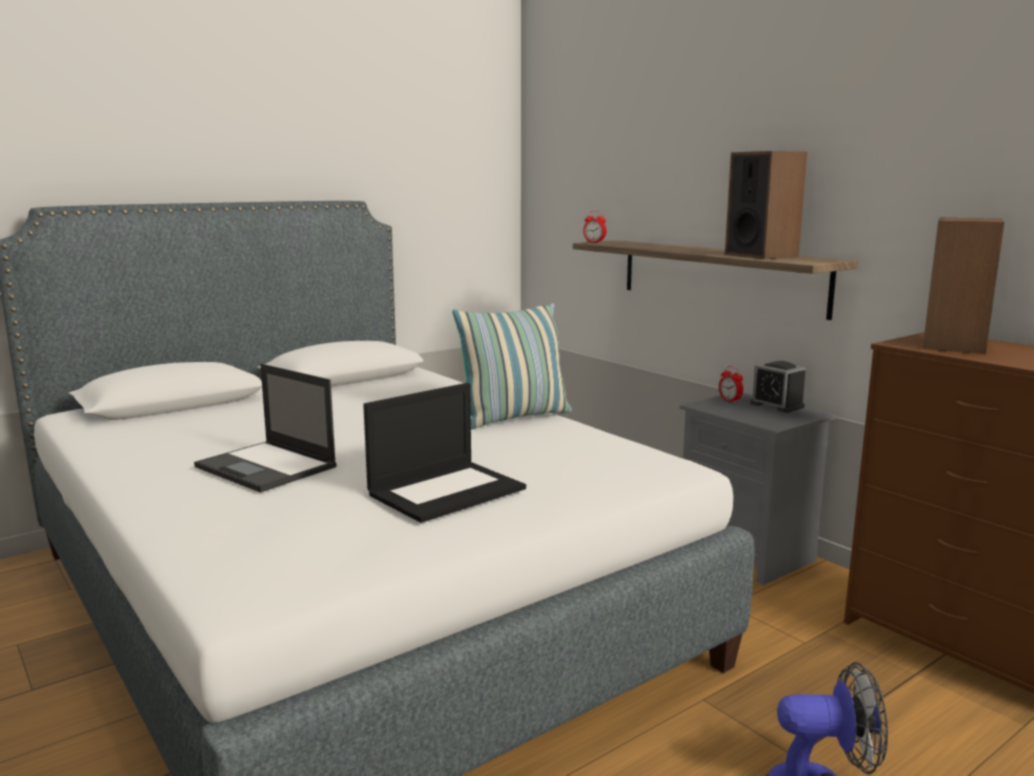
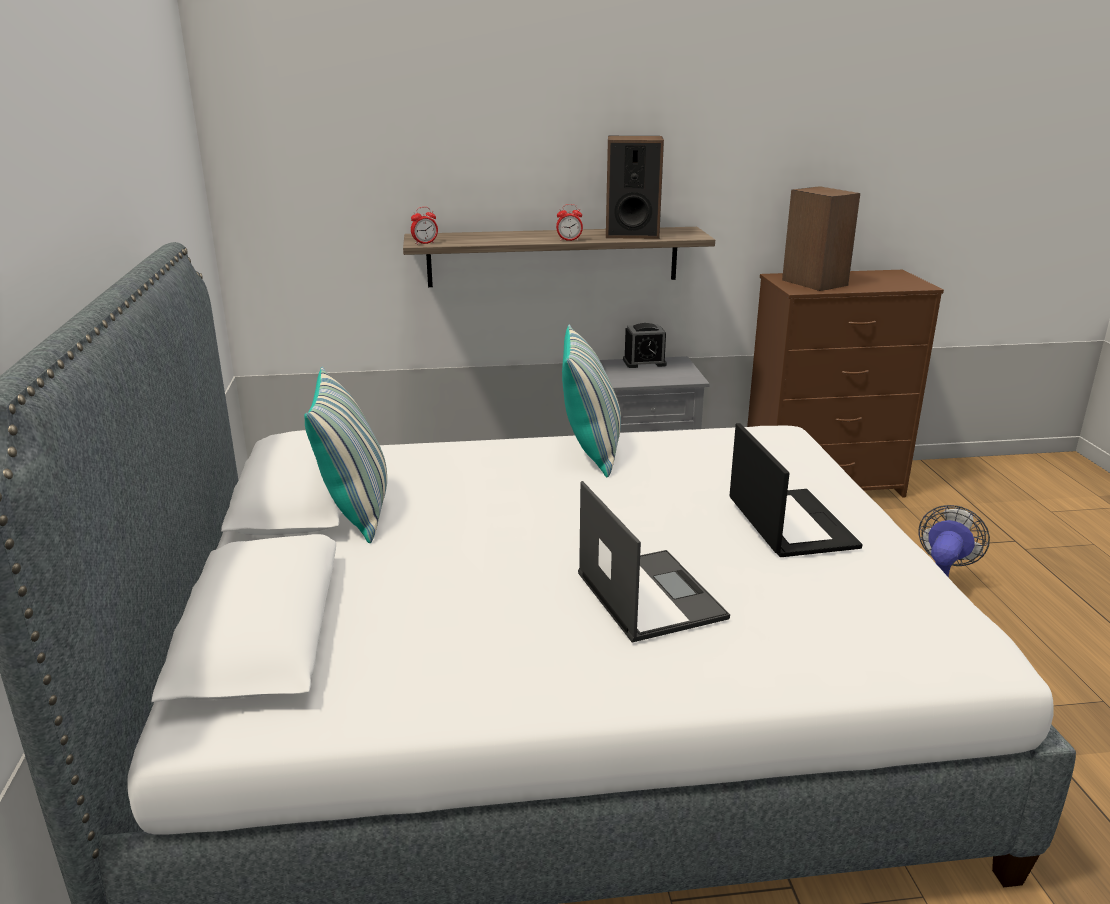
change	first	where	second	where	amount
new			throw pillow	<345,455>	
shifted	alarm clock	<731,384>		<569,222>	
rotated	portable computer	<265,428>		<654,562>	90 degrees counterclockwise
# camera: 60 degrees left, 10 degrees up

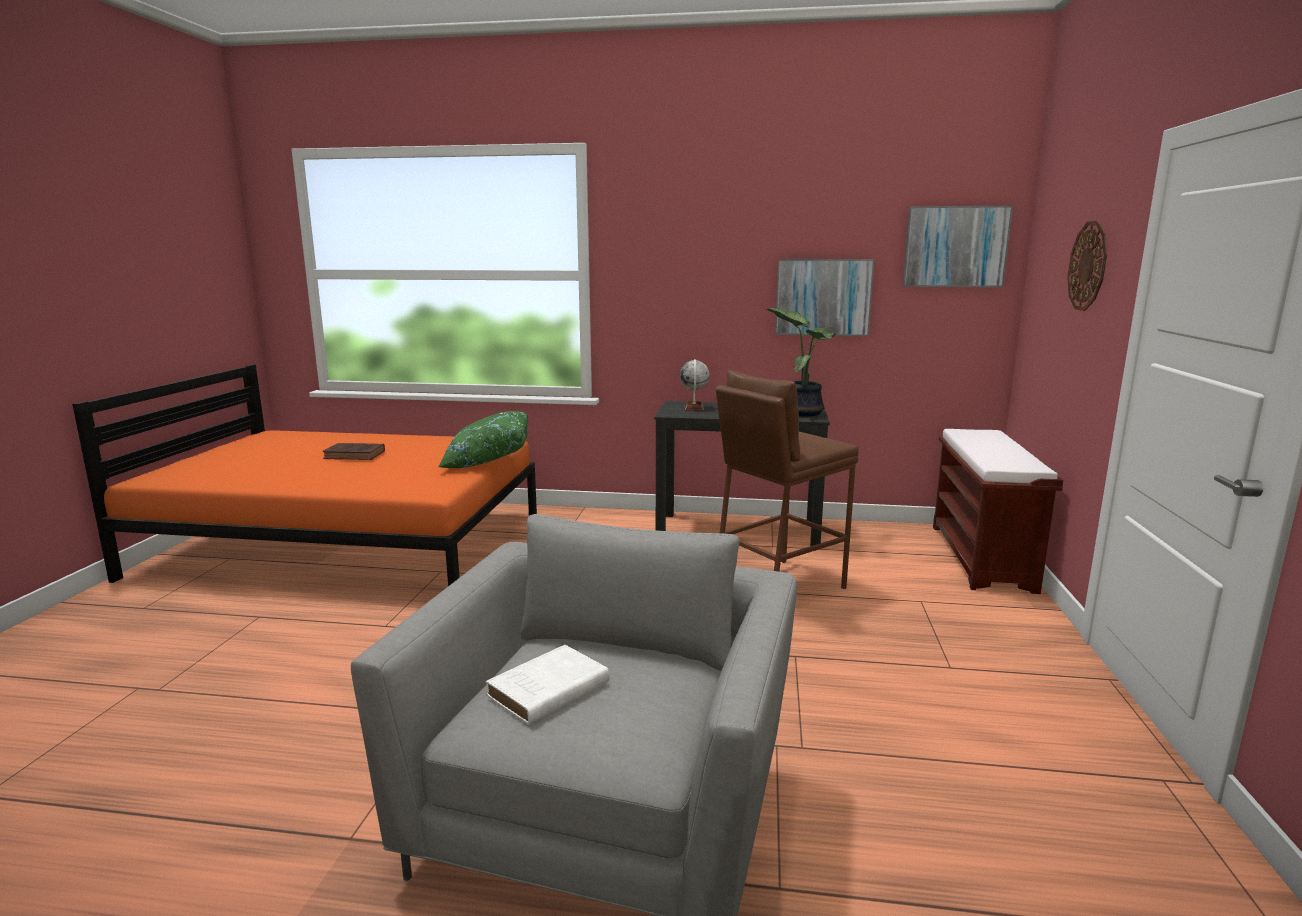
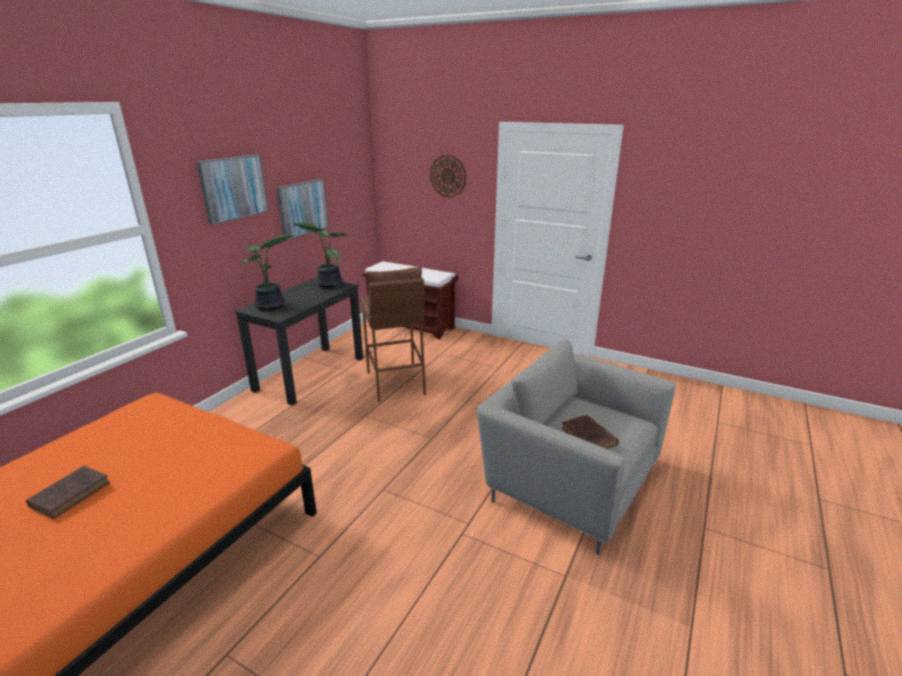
change	first	where	second	where	amount
gone	green throw pillow	<483,439>			
shifted	wall picture	<958,246>		<232,189>	
swapped	world globe	<694,384>	potted plant	<268,273>	
repainted	white bound book	<547,685>	brown bound book	<590,432>	
# camera: 70 degrees left, 10 degrees up

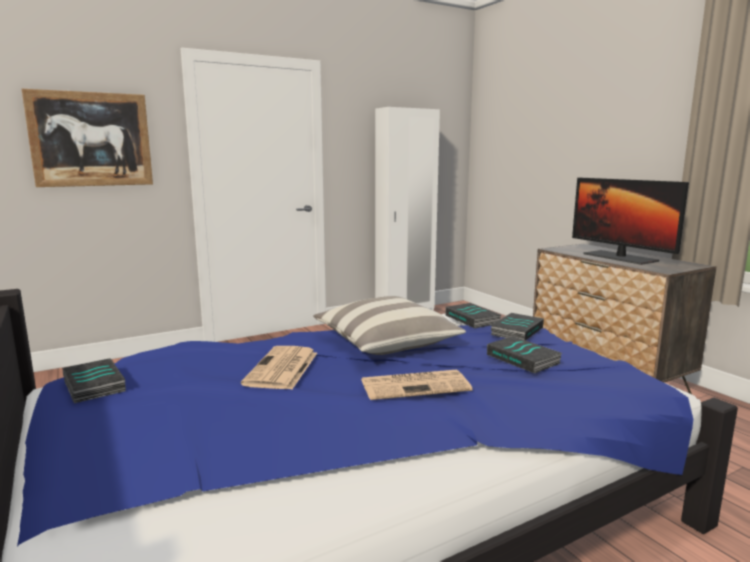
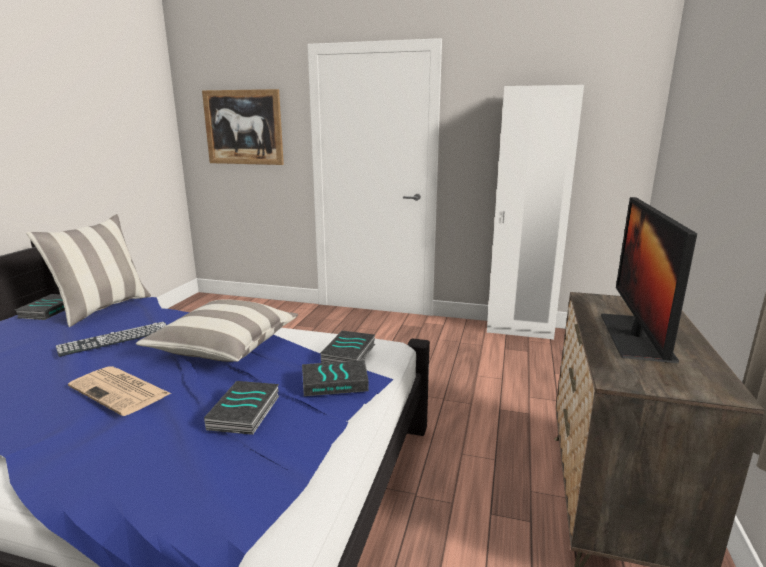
change	first	where	second	where	amount
new			throw pillow	<88,270>	
swapped	newspaper	<279,368>	PC keyboard	<111,339>	
# camera: 45 degrees right, 5 degrees up

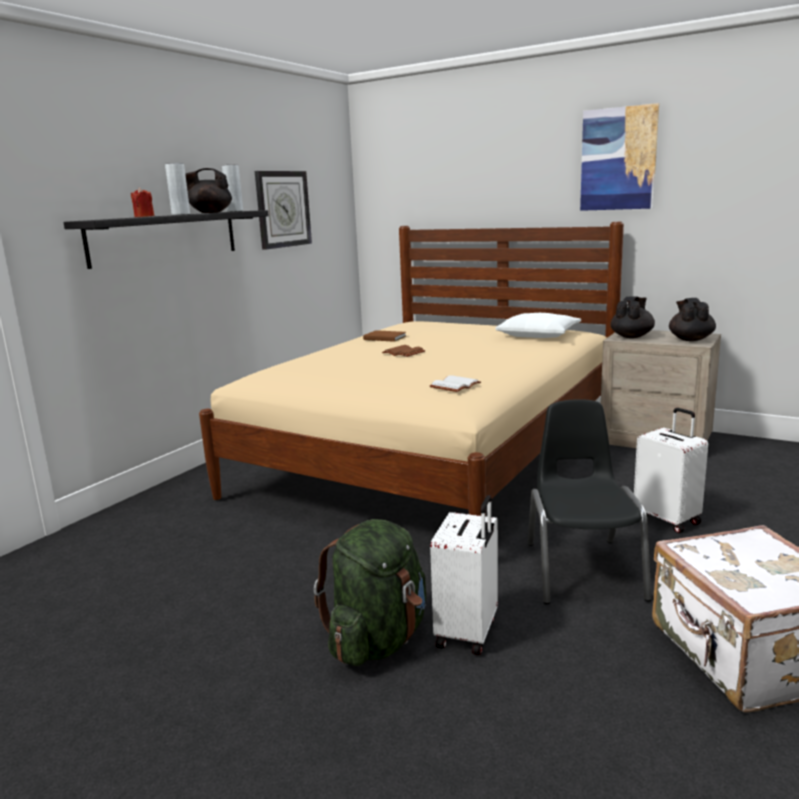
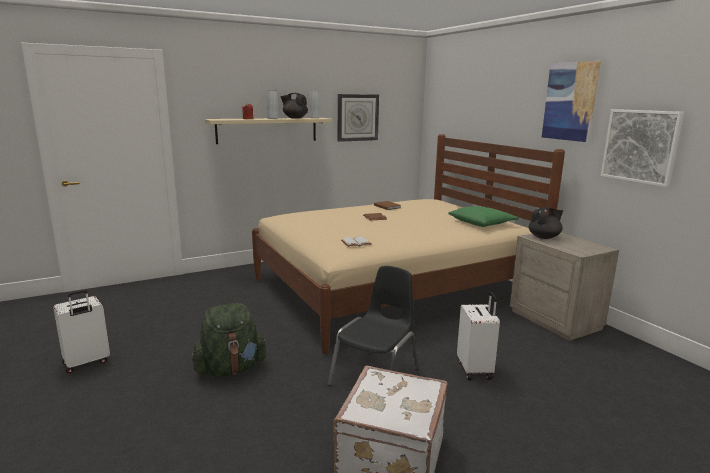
change	first	where	second	where	amount
gone	black-coloured pot for tea	<692,319>			
new			wall picture	<642,148>	
shifted	white suitcase	<464,575>		<81,331>	
repainted	black-coloured shelf	<166,239>	beige shelf	<268,131>	
repainted	white throw pillow	<538,325>	green throw pillow	<483,216>	
# camera: 30 degrees right, 0 degrees up

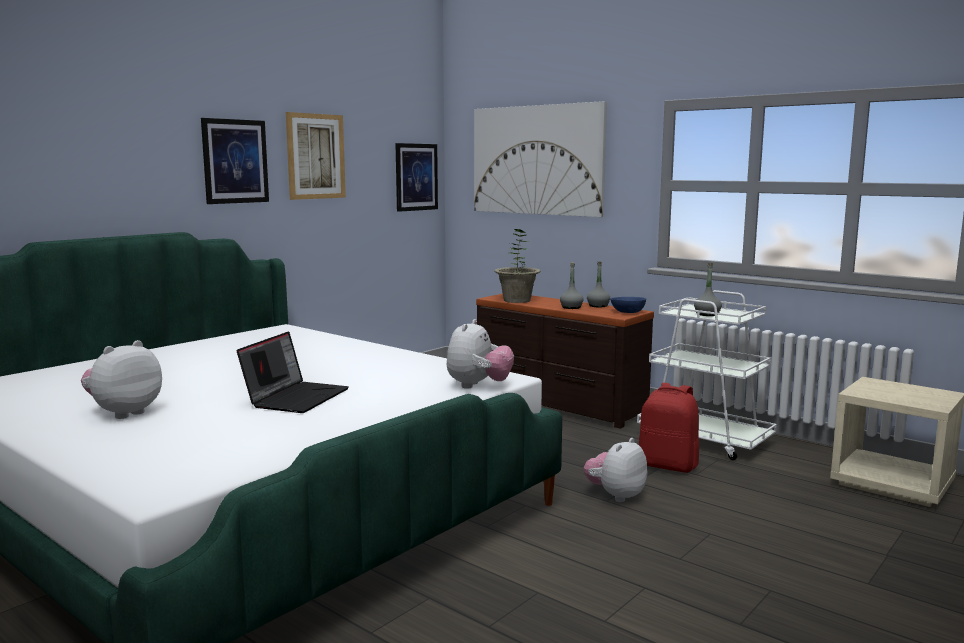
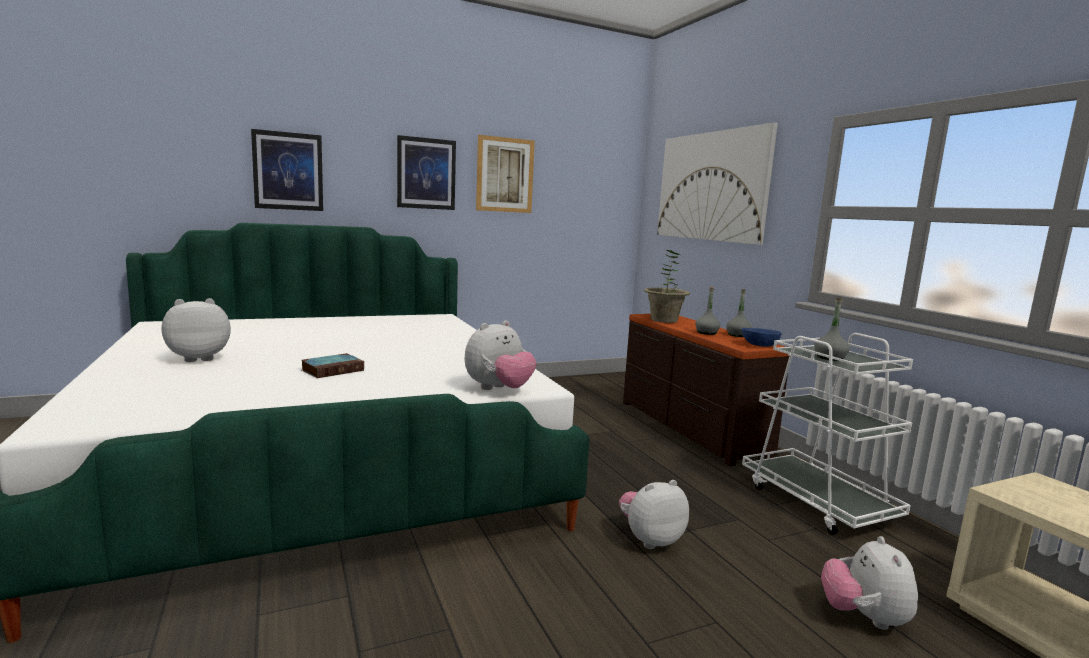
change	first	where	second	where	amount
gone	red-coloured knapsack	<669,428>			
new			plush toy	<869,583>	
shifted	wall picture	<416,177>		<287,170>	
swapped	portable computer	<292,372>	bound book	<333,365>	
# camera: 25 degrees right, 0 degrees up

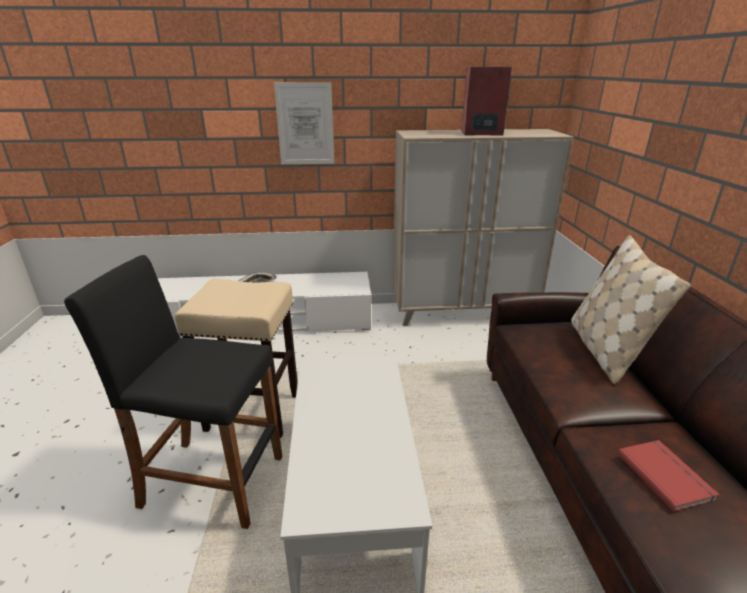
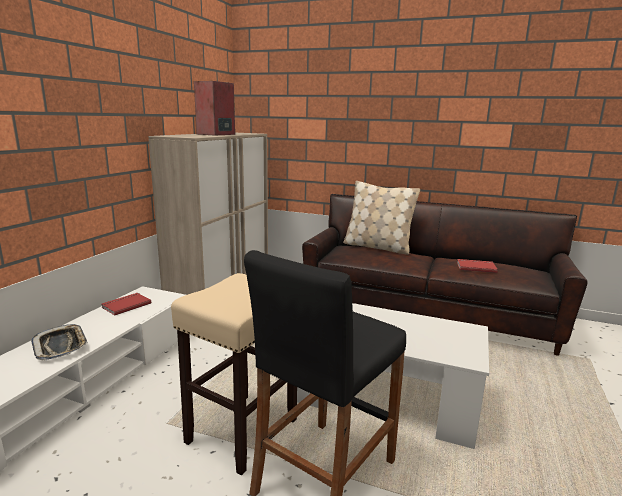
change	first	where	second	where	amount
gone	wall picture	<304,123>			
new			red-coloured bound book	<126,304>	
# camera: 65 degrees left, 10 degrees down

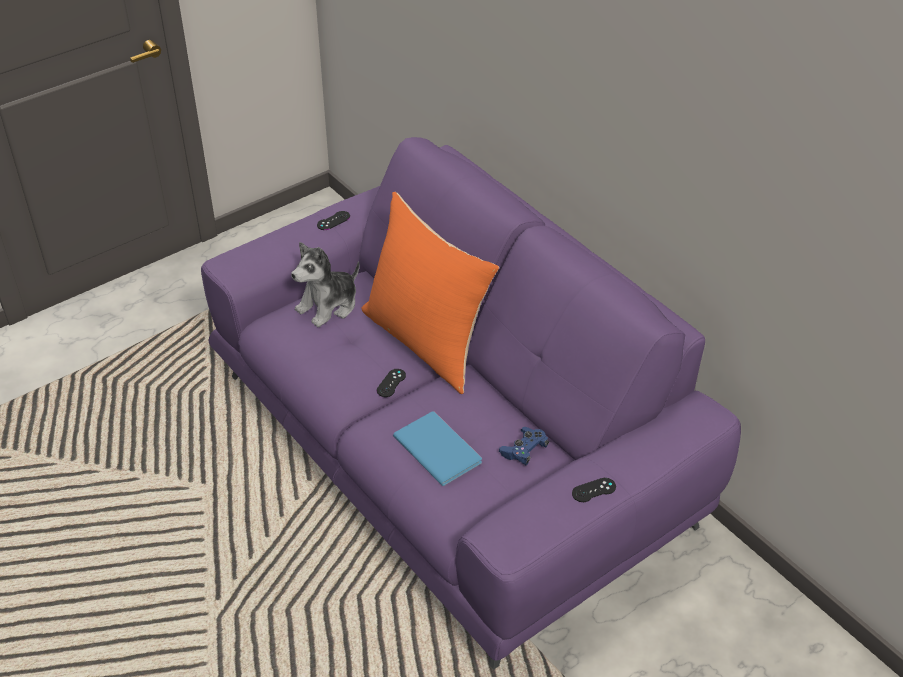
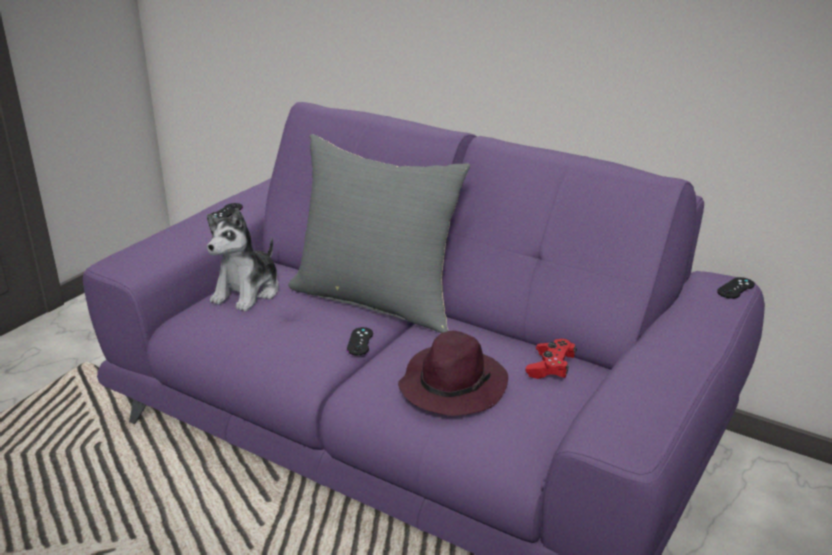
change	first	where	second	where	amount
shifted	black-coloured game controller	<594,490>		<736,288>	
swapped	blue bound book	<437,448>	purplish hat	<453,373>	
repainted	orange-coloured throw pillow	<430,293>	grey throw pillow	<379,233>	
repainted	blue game controller	<524,446>	red-coloured game controller	<551,359>	
# camera: 20 degrees left, 15 degrees down

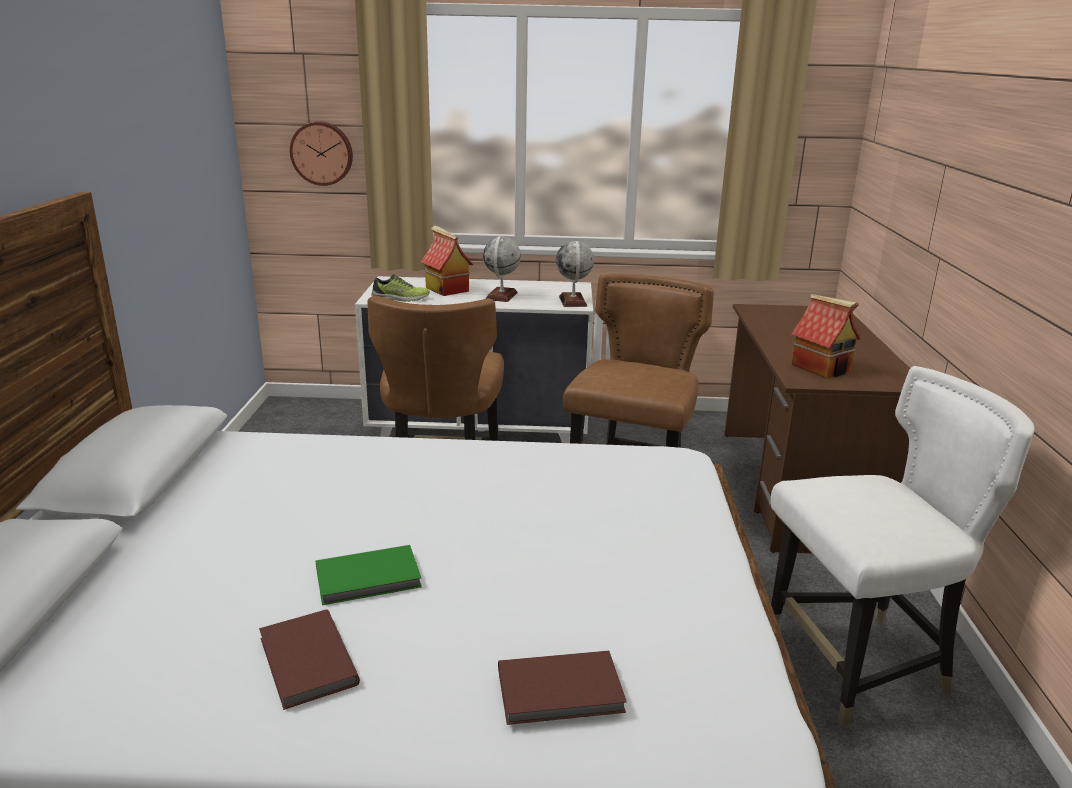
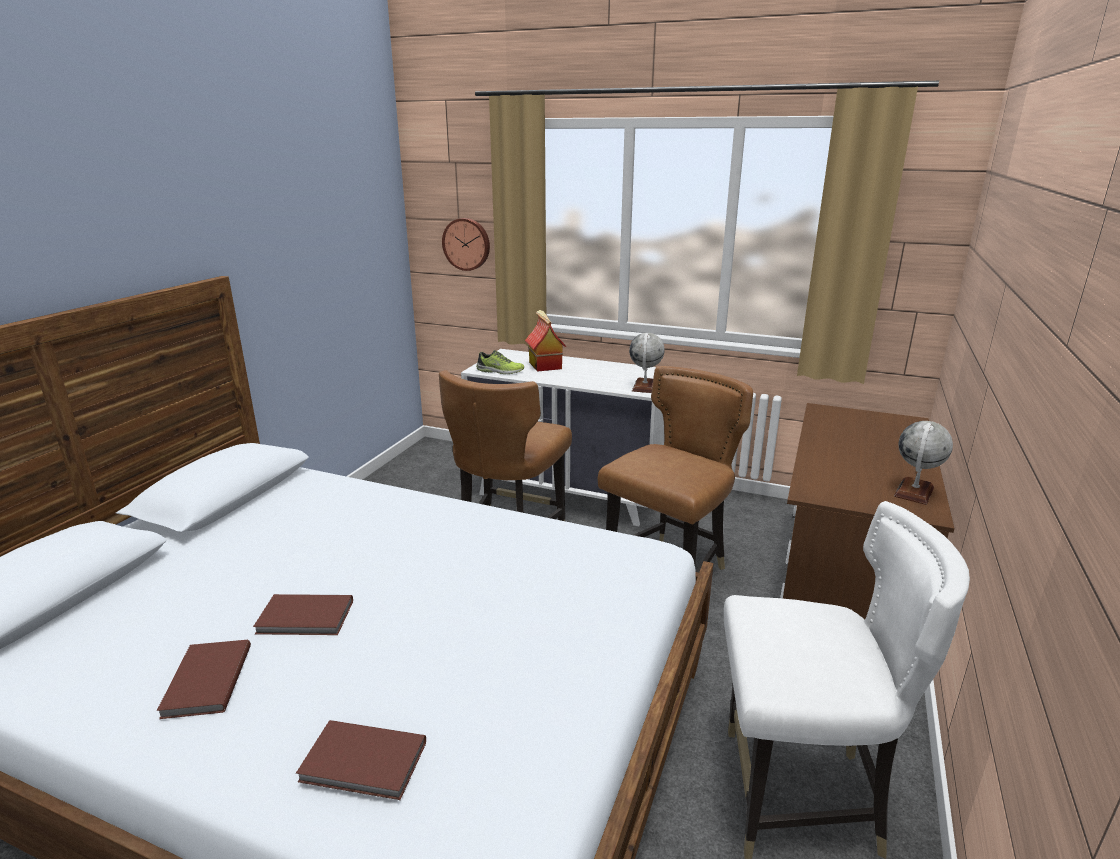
change	first	where	second	where	amount
gone	toy house	<825,336>			
shifted	world globe	<502,269>		<923,463>	
repainted	green bound book	<369,575>	brown bound book	<303,614>	
# camera: 20 degrees right, 0 degrees up

